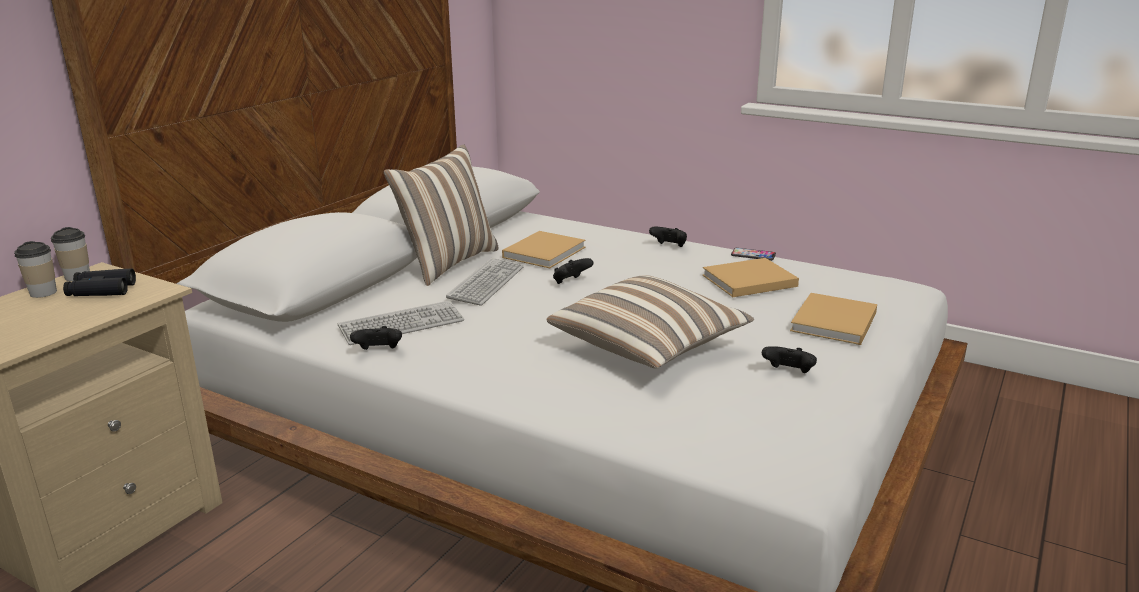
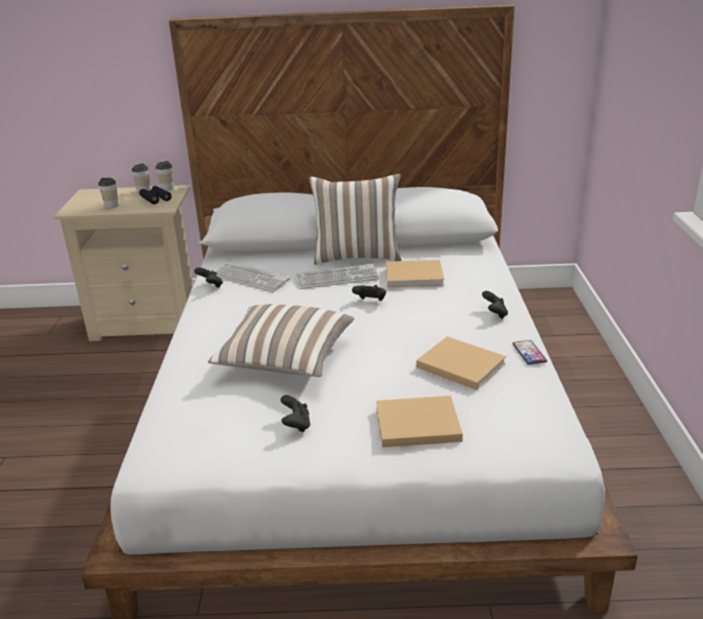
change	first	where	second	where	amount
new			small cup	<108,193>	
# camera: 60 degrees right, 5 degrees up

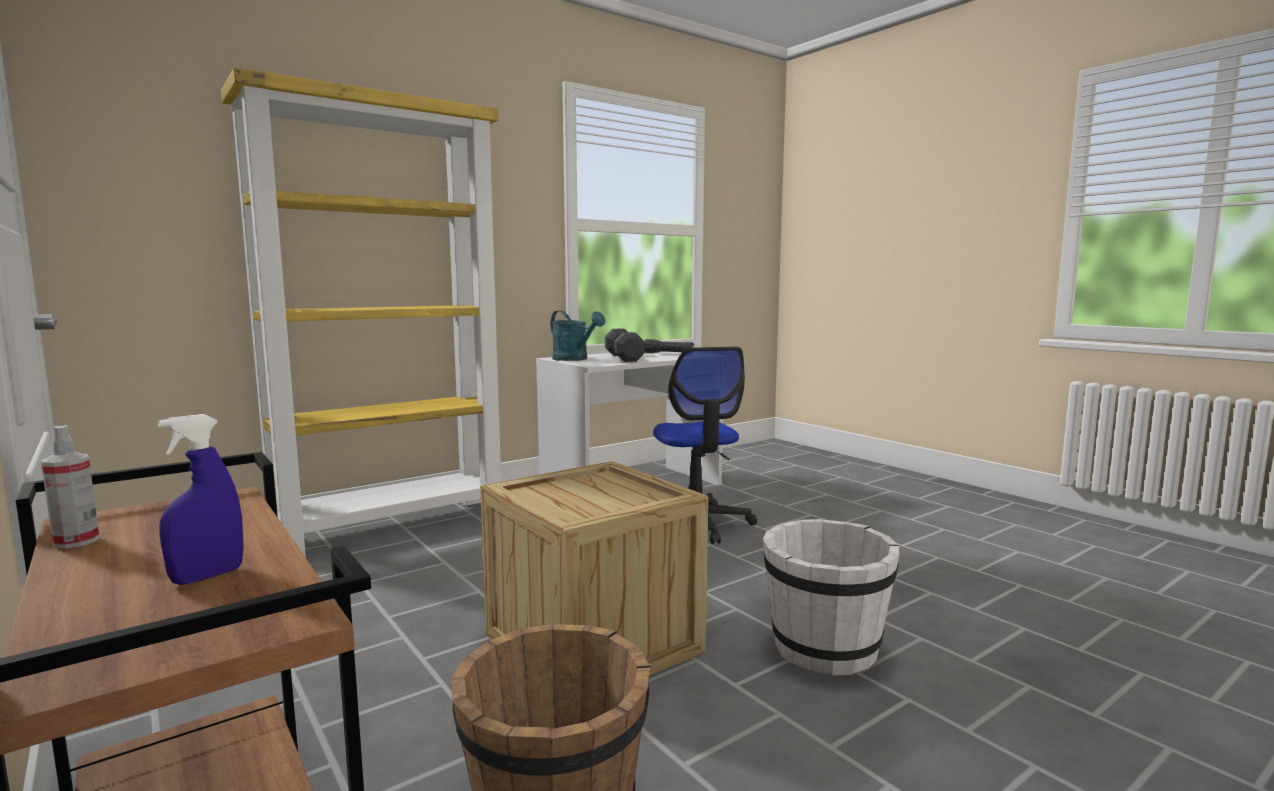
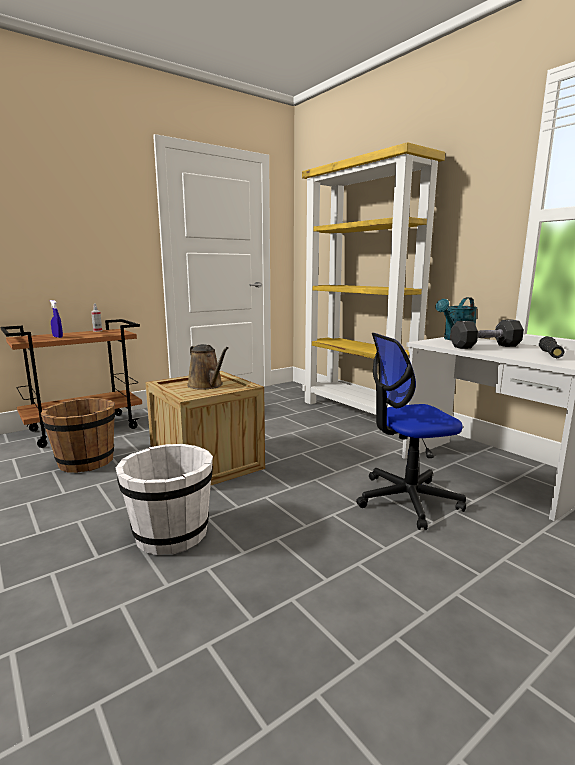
change	first	where	second	where	amount
new			brown sprinkling can	<207,367>	
# camera: 90 degrees right, 5 degrees up

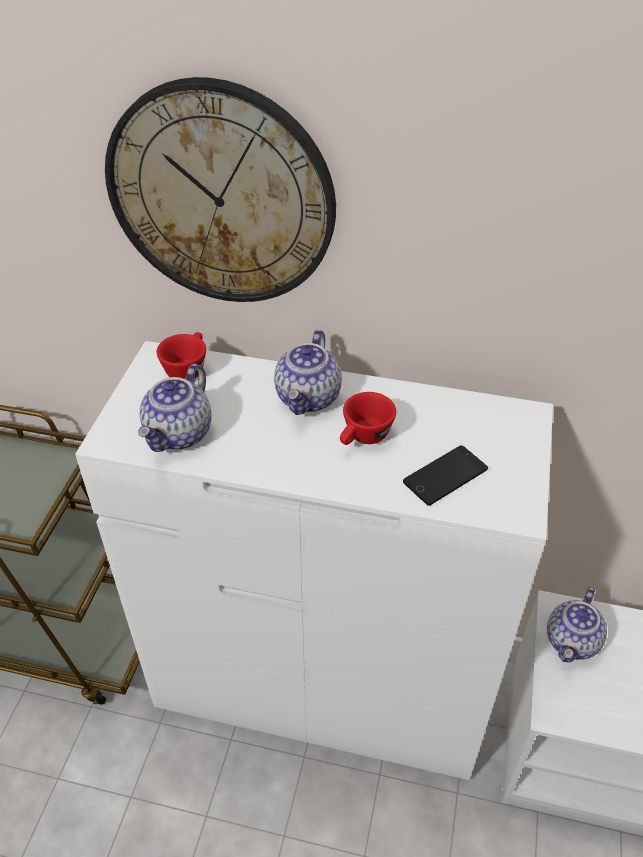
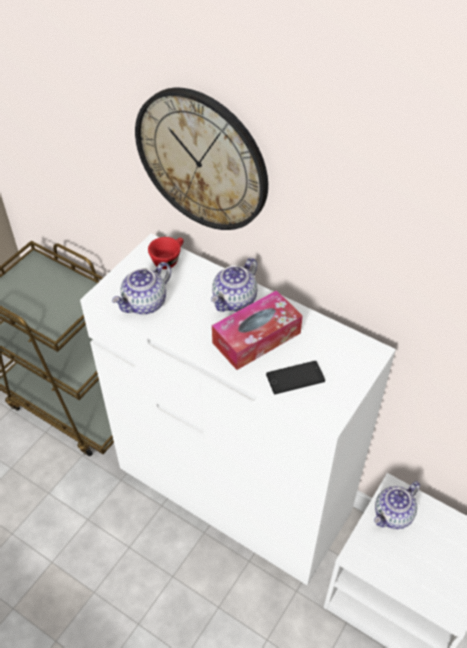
change	first	where	second	where	amount
swapped	red-coloured small cup	<368,418>	tissue box	<257,330>	
# camera: 20 degrees right, 5 degrees up

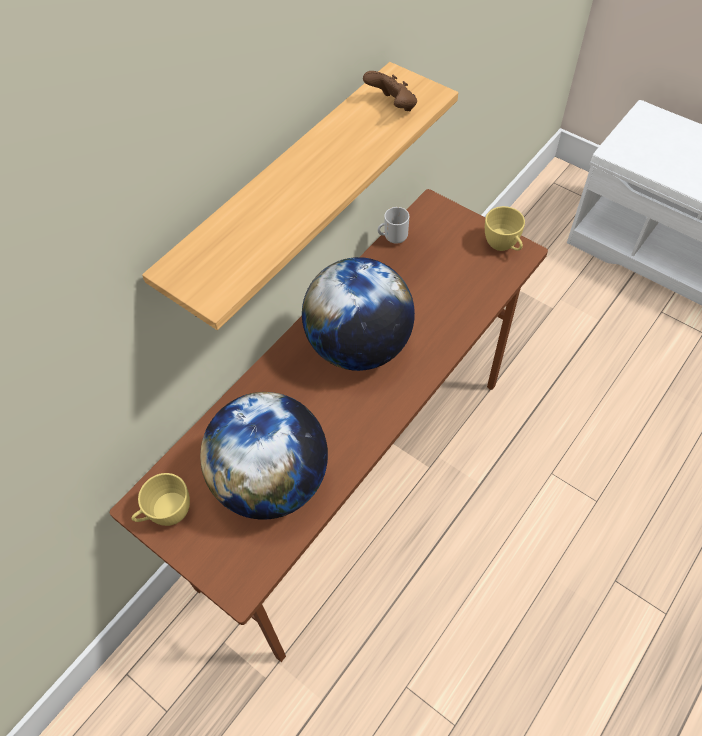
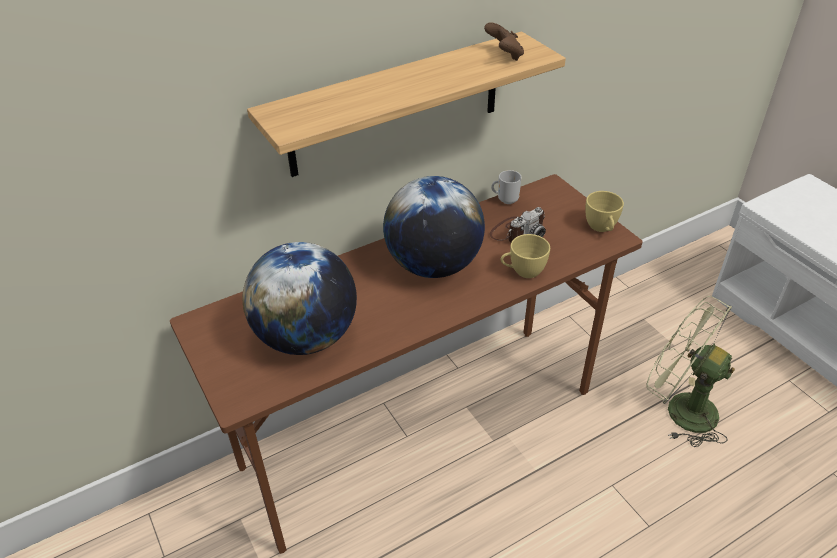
change	first	where	second	where	amount
new			still camera	<518,224>	
new			green cooling fan	<690,371>	
shifted	yellowish small cup	<161,499>		<525,256>	
# camera: 20 degrees right, 15 degrees down

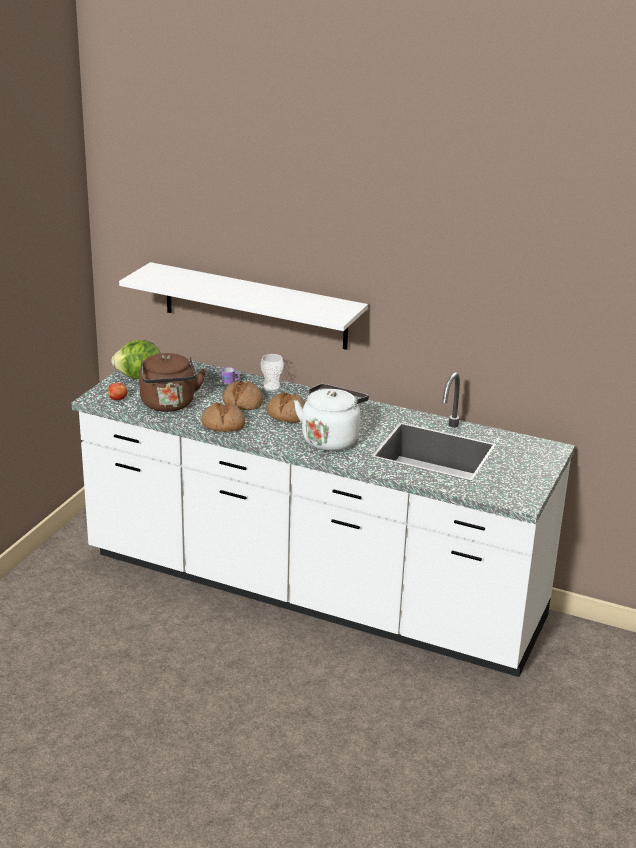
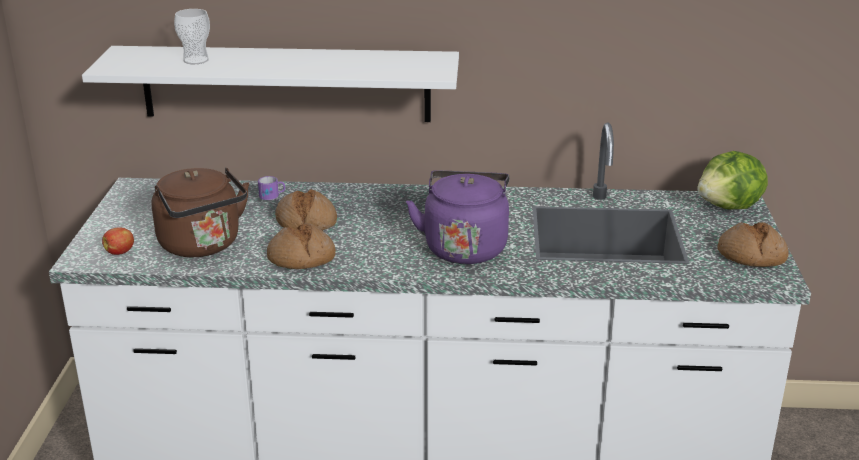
change	first	where	second	where	amount
shifted	head of lettuce	<136,359>		<732,180>	
shifted	small cup	<272,372>		<192,36>	
shifted	baked bread	<285,407>		<753,244>	
repainted	white tea kettle	<331,417>	purplish tea kettle	<457,217>	
# camera: 20 degrees left, 0 degrees up

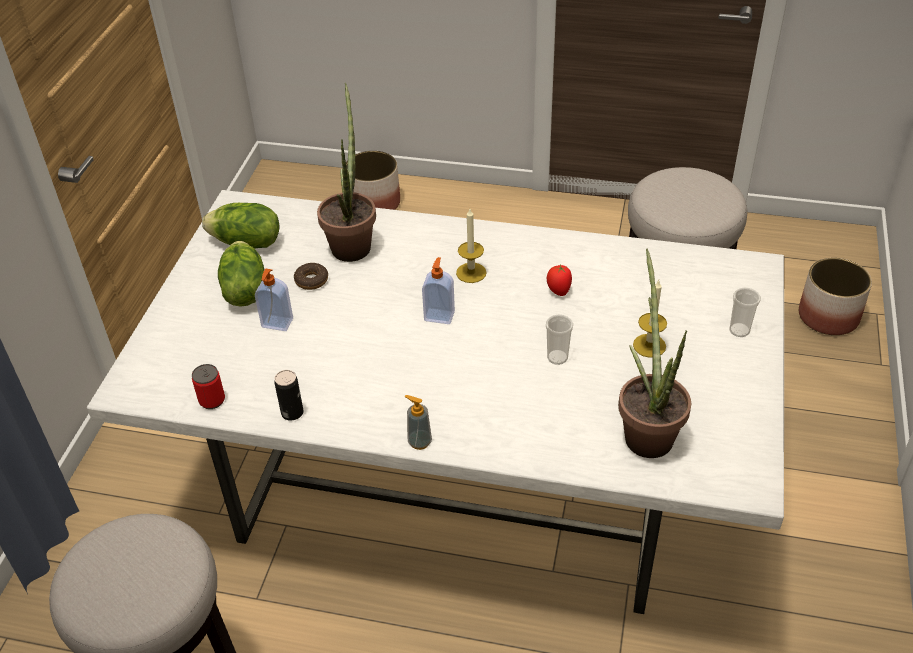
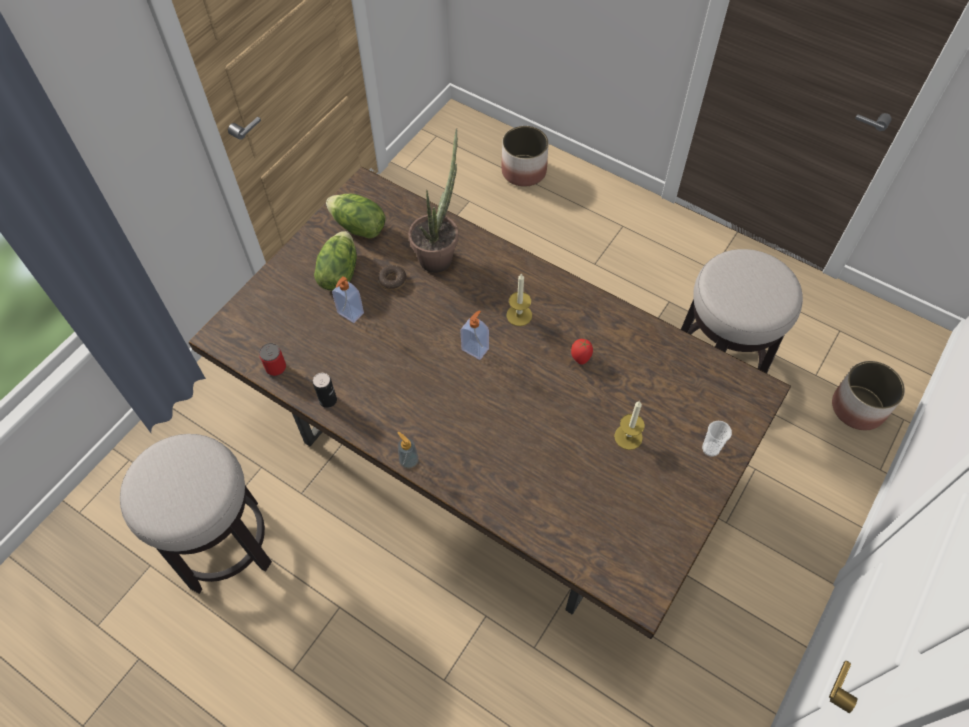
change	first	where	second	where	amount
gone	small cup	<559,340>			
gone	potted plant	<654,353>			
repainted	white dinner table	<435,402>	brown dinner table	<490,403>	
# camera: 20 degrees right, 15 degrees up

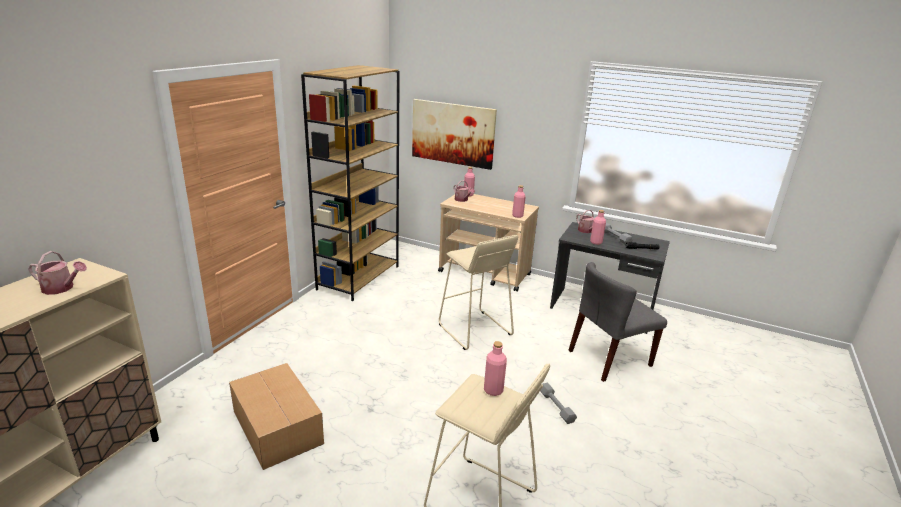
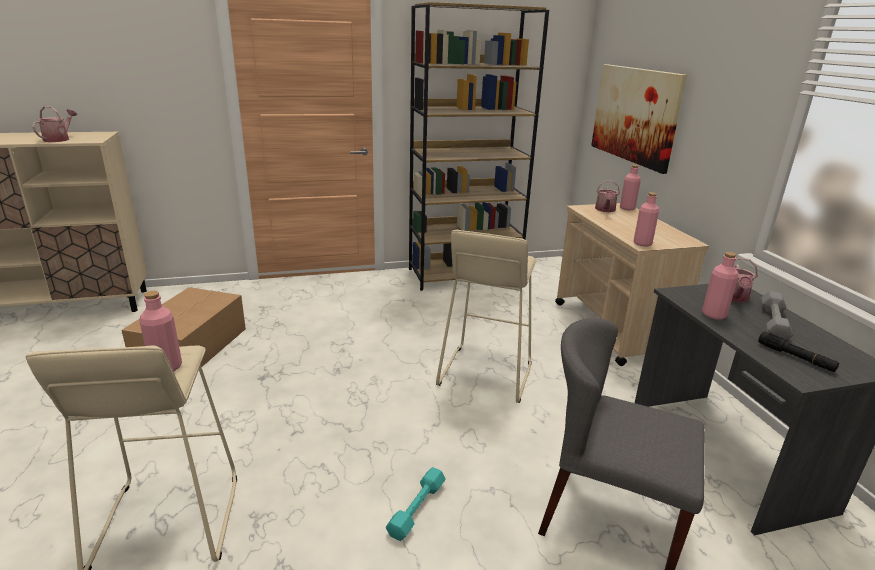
change	first	where	second	where	amount
repainted	grey free weight	<558,403>	blue-green free weight	<416,504>	
rotated	sprinkling can	<57,273>		<54,124>	135 degrees counterclockwise
# camera: 50 degrees right, 0 degrees up

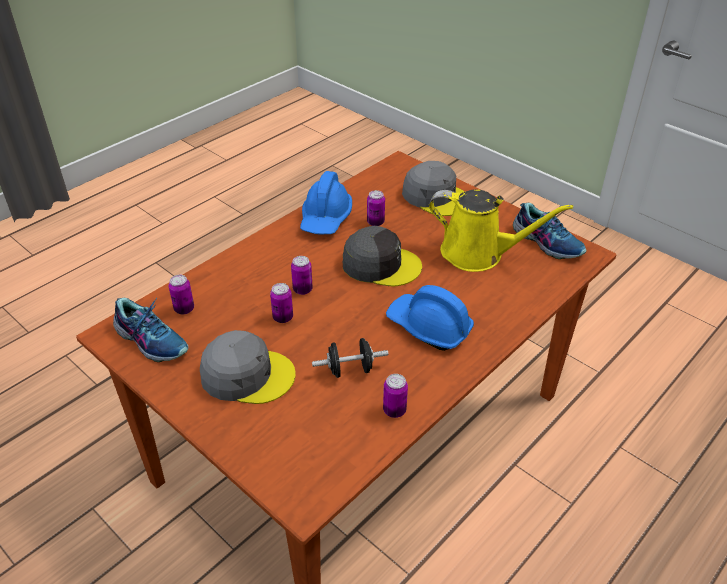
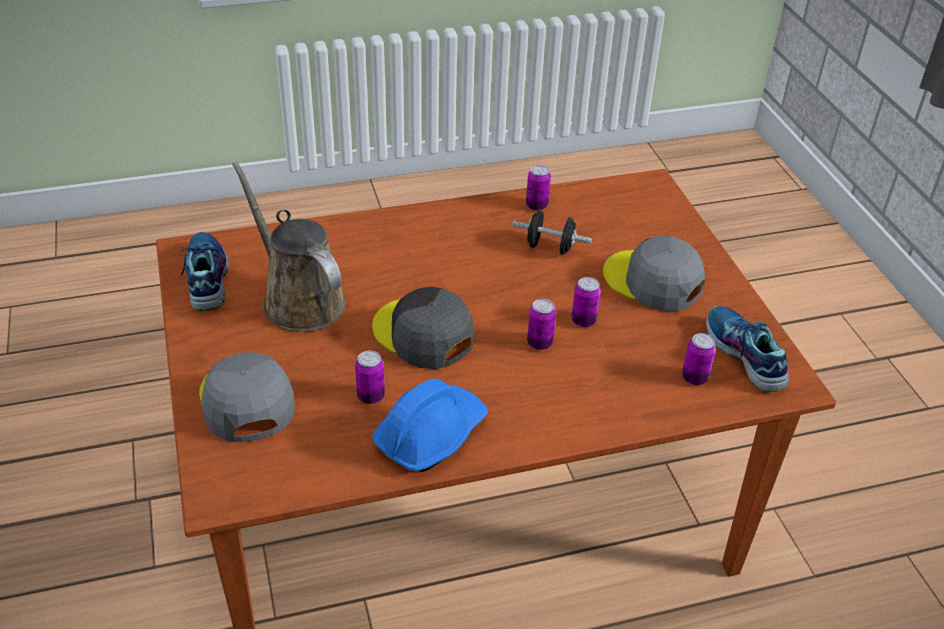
change	first	where	second	where	amount
gone	blue work helmet	<430,318>			
repainted	yellowish sprinkling can	<501,230>	brown sprinkling can	<288,246>	
# camera: 150 degrees left, 0 degrees up

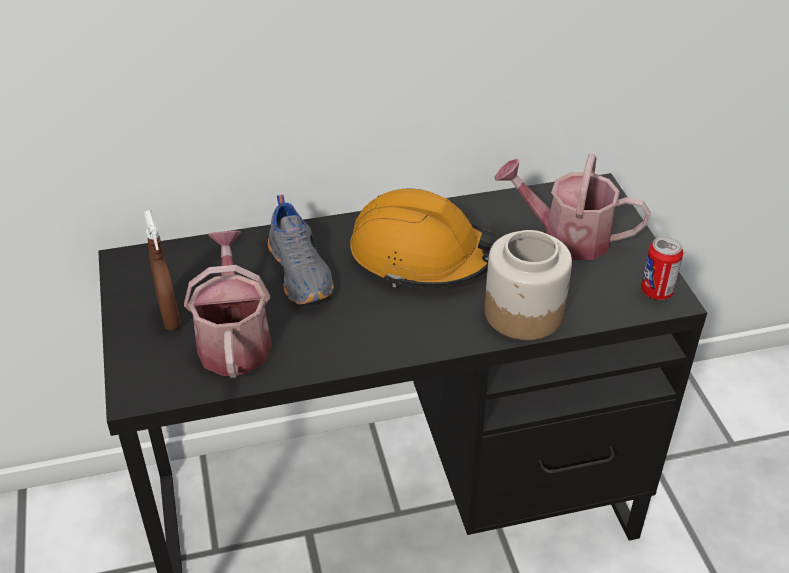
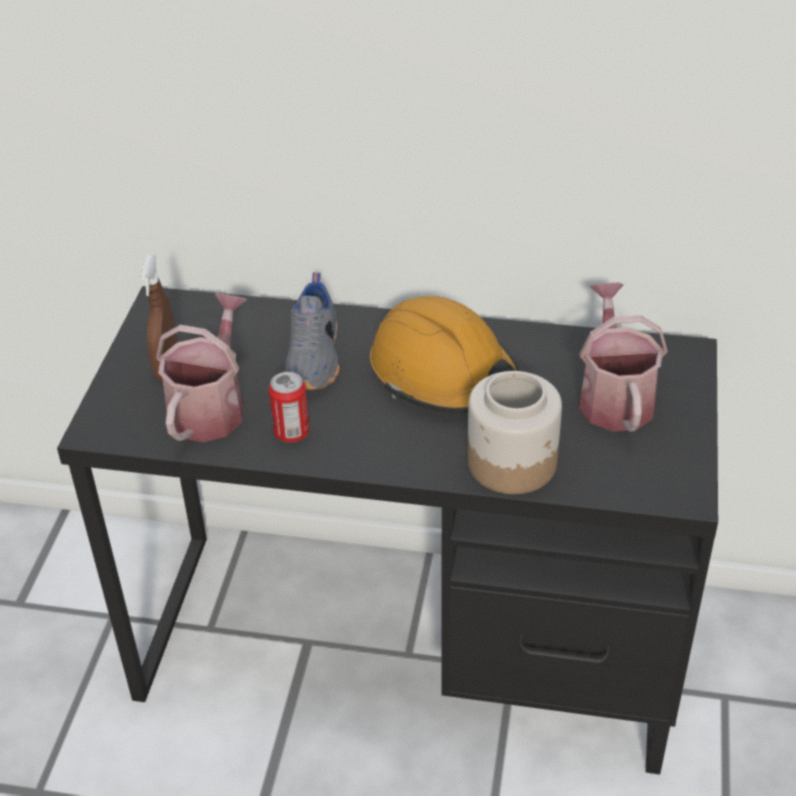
change	first	where	second	where	amount
shifted	can	<662,268>		<289,407>	
rotated	sprinkling can	<573,207>		<623,357>	45 degrees clockwise
# camera: 25 degrees right, 0 degrees up

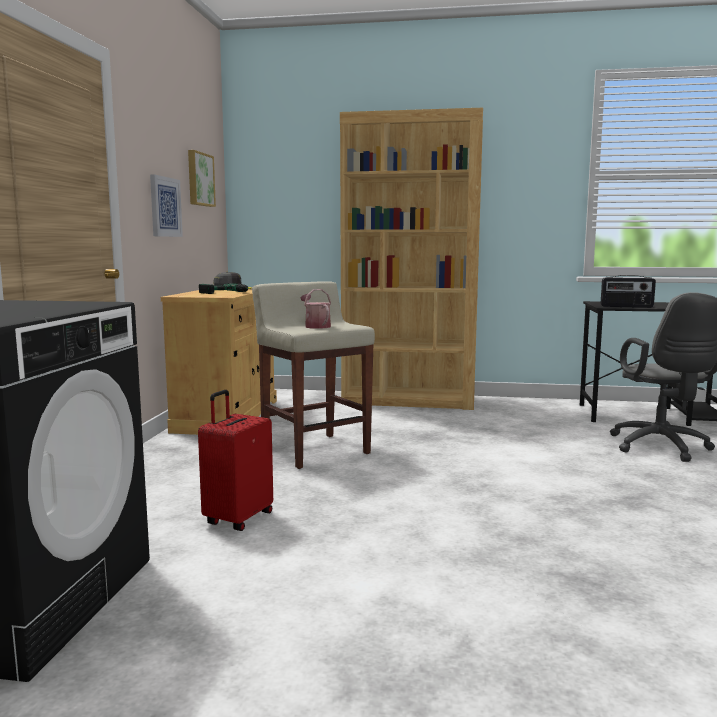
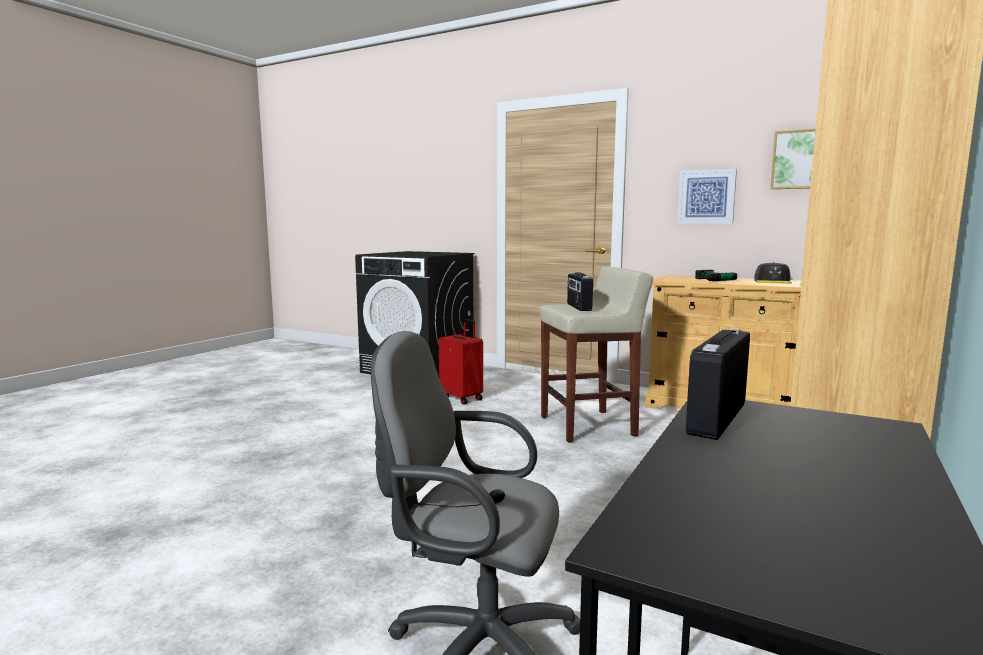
change	first	where	second	where	amount
swapped	sprinkling can	<316,309>	radio receiver	<580,291>	
# camera: 110 degrees right, 0 degrees up

